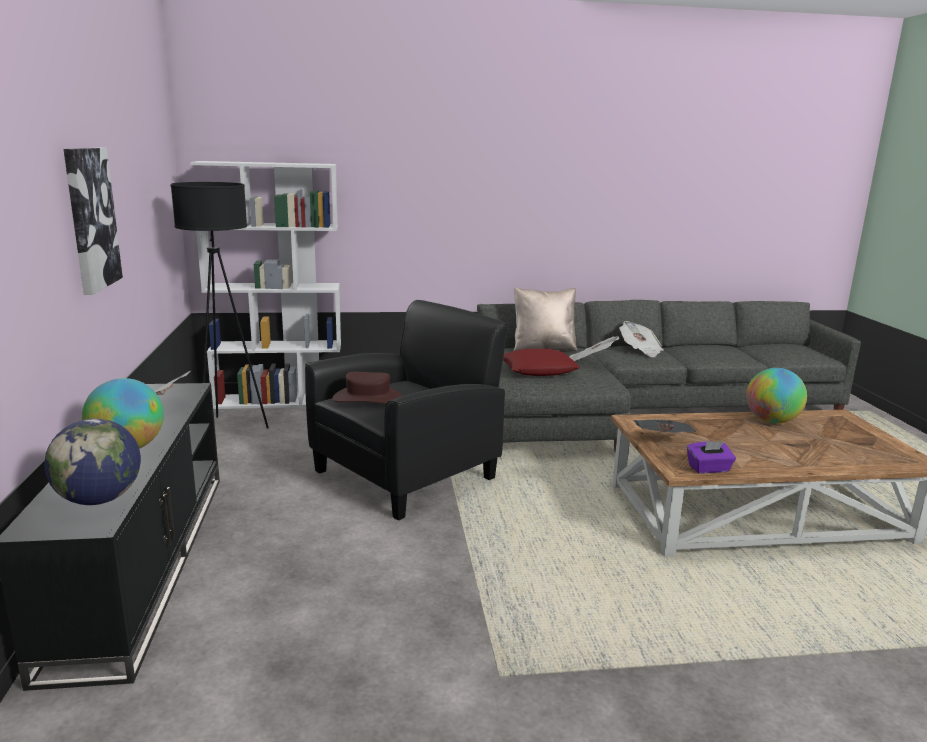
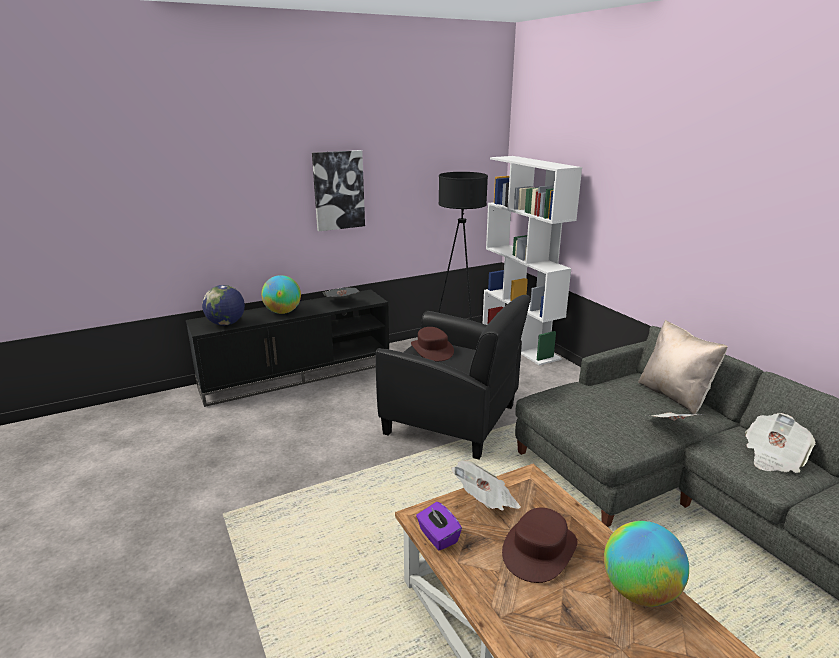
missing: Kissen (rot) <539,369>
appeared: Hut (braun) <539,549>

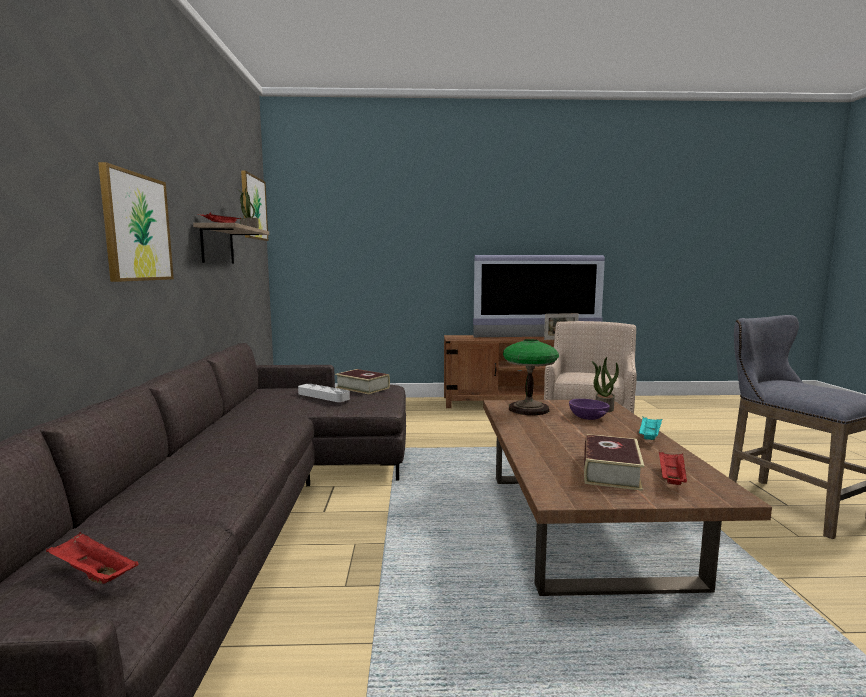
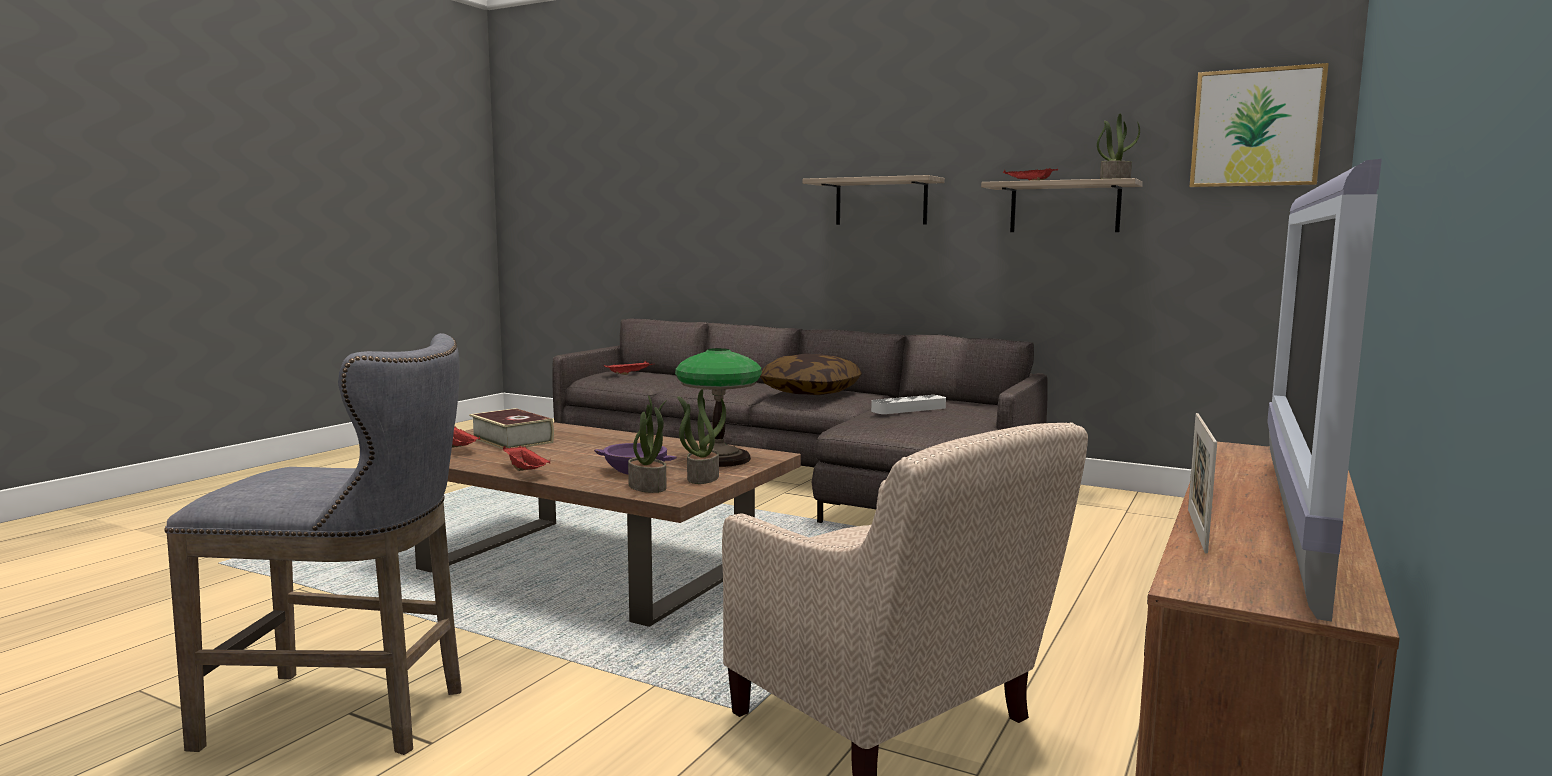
missing: Buch <362,388>
appeared: Kissen <811,392>; Topfpflanze <702,477>
exchanged: Bild <137,227> to Wandregal <881,202>
colour: Tablett (türkis) <649,436> to Tablett (rot) <526,471>

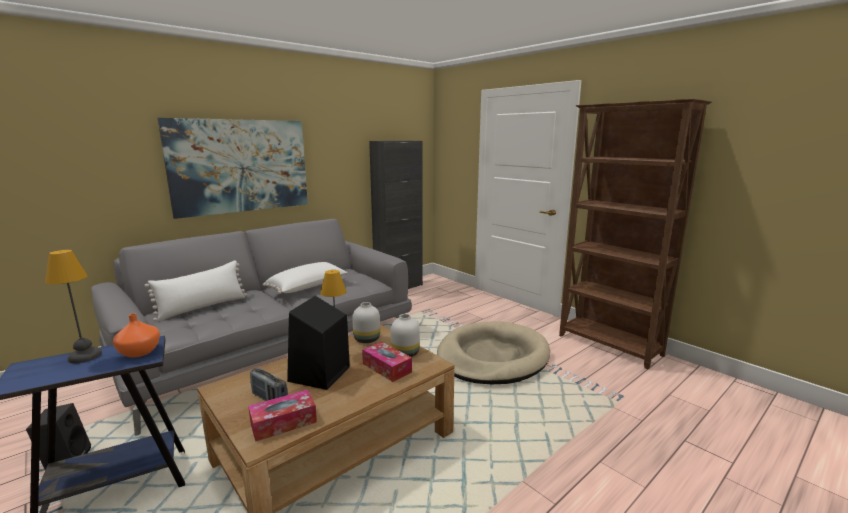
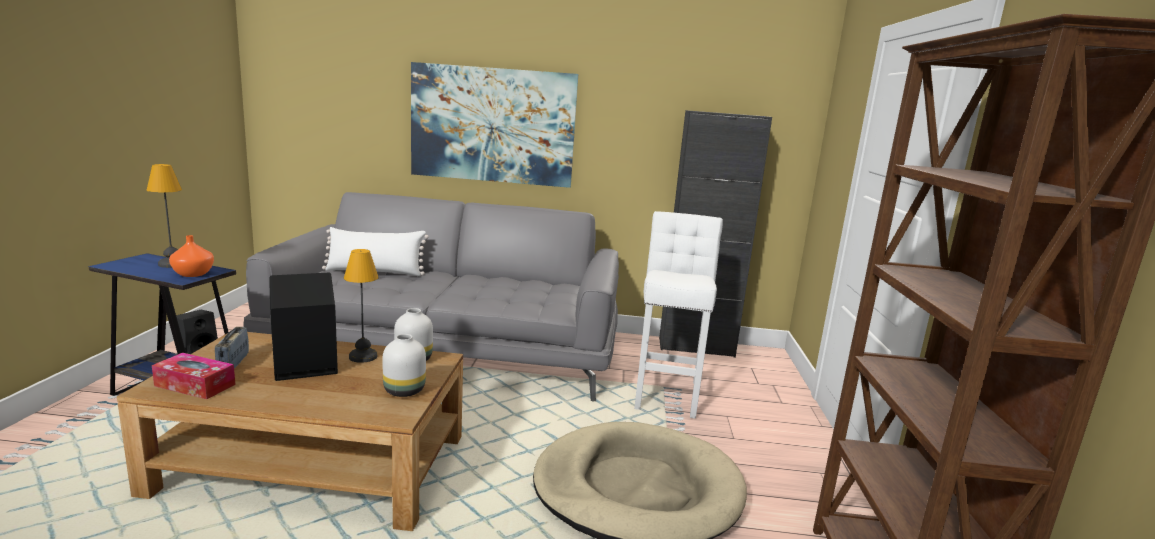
missing: Kissen (weiß) <308,288>; Taschentuchbox <386,368>
appeared: Hocker (weiß) <667,392>

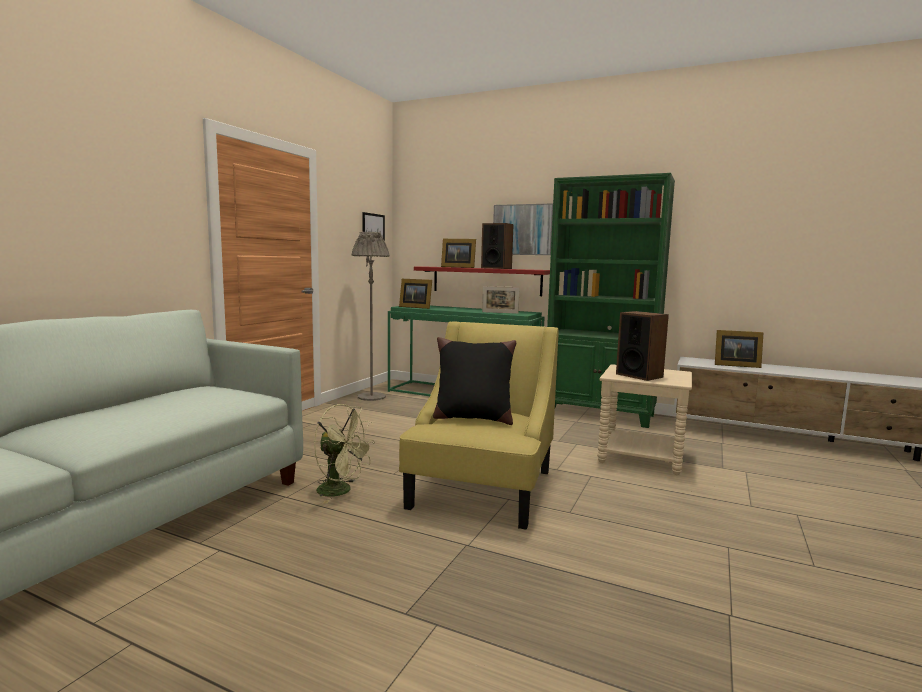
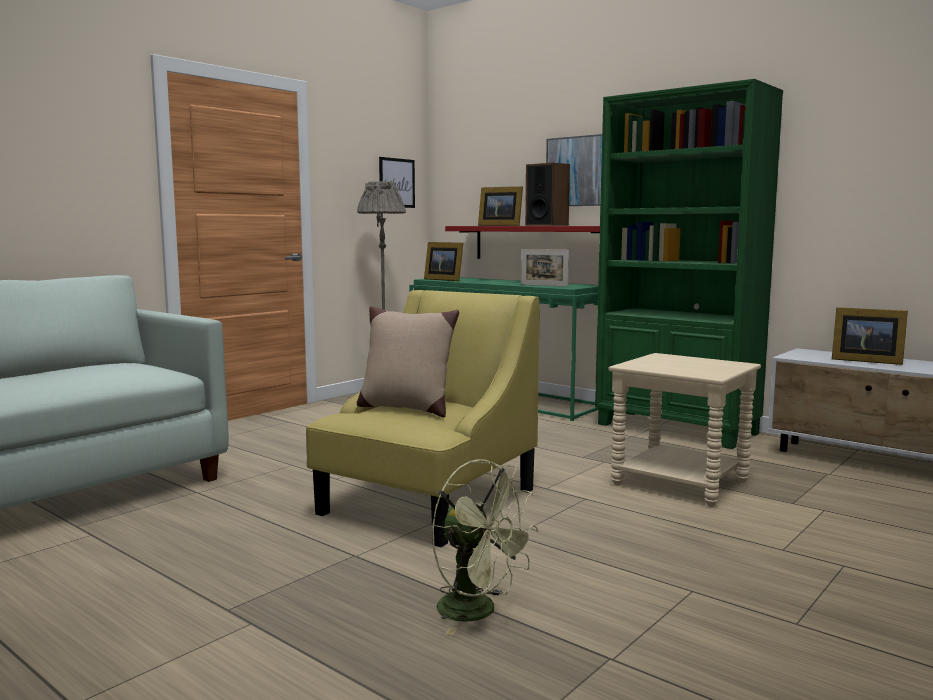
missing: Lautsprecher <639,375>
relocated: Ventilator (grün) <341,491> to <478,612>
colour: Kissen (schwarz) <472,418> to Kissen (beige) <405,408>

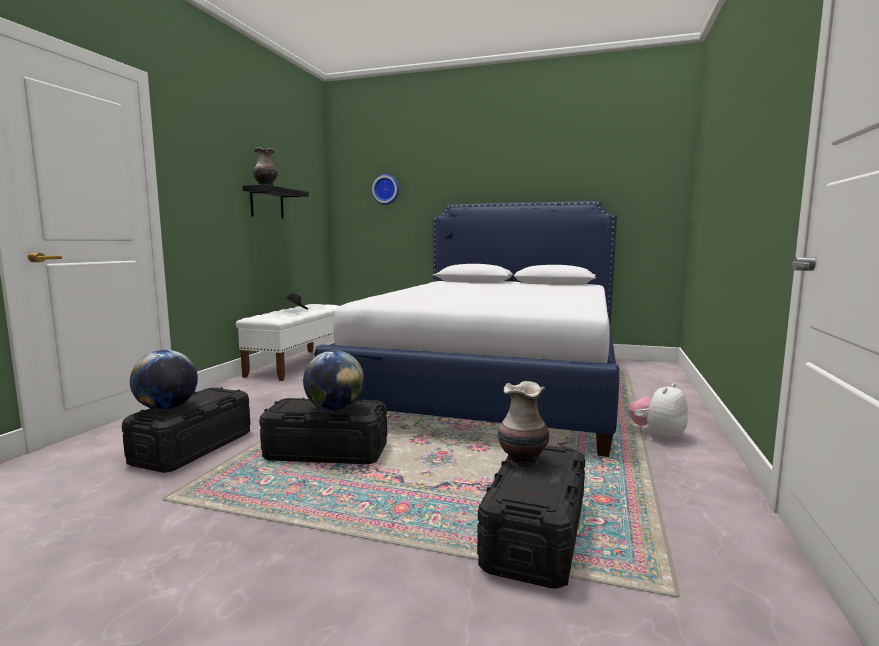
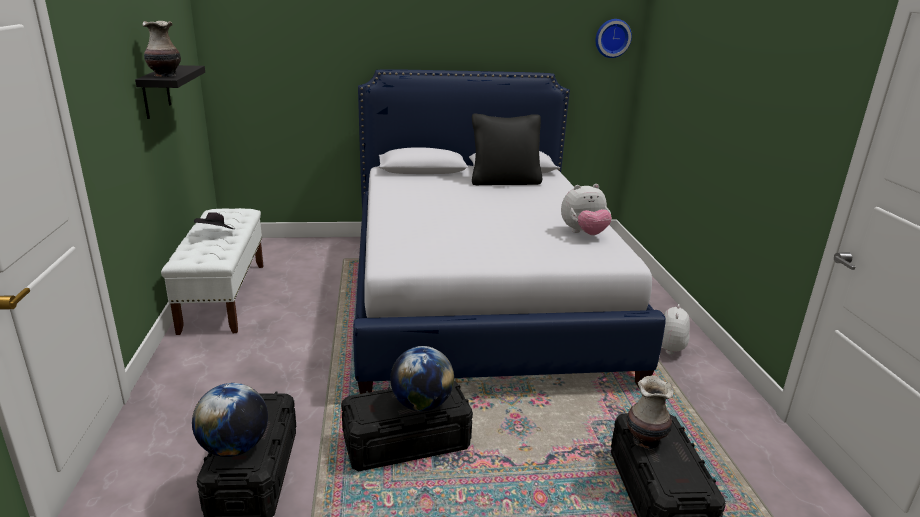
appeared: Kissen (schwarz) <505,182>; Plüschtier <584,233>
relocated: Wanduhr <386,189> to <612,38>

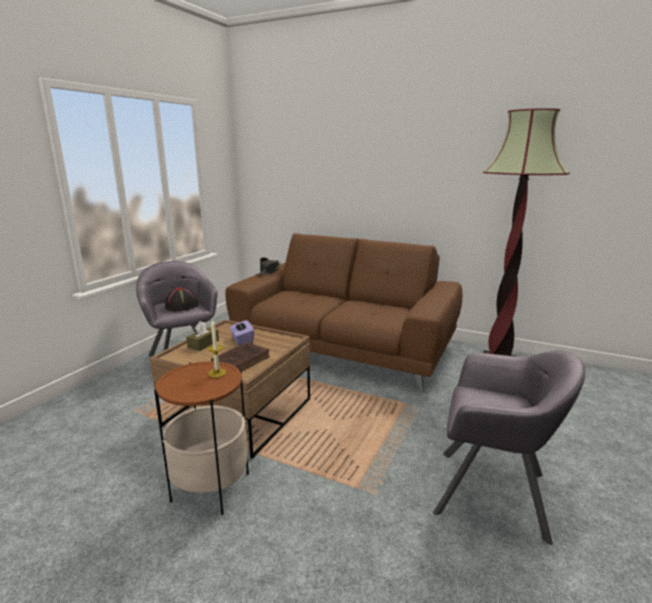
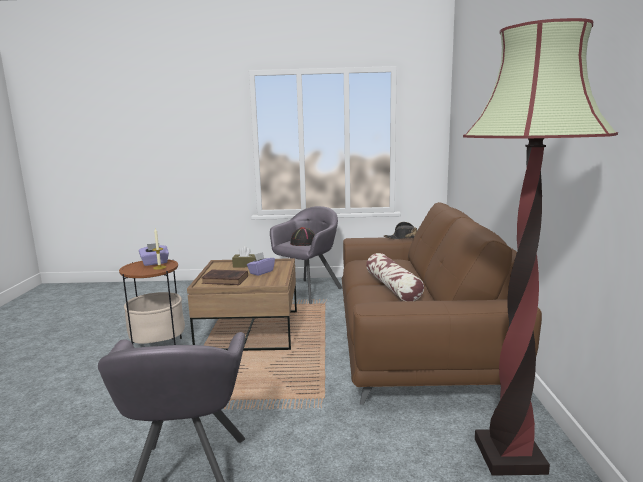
appeared: Taschentuchbox (lila) <155,263>; Kissen <392,287>

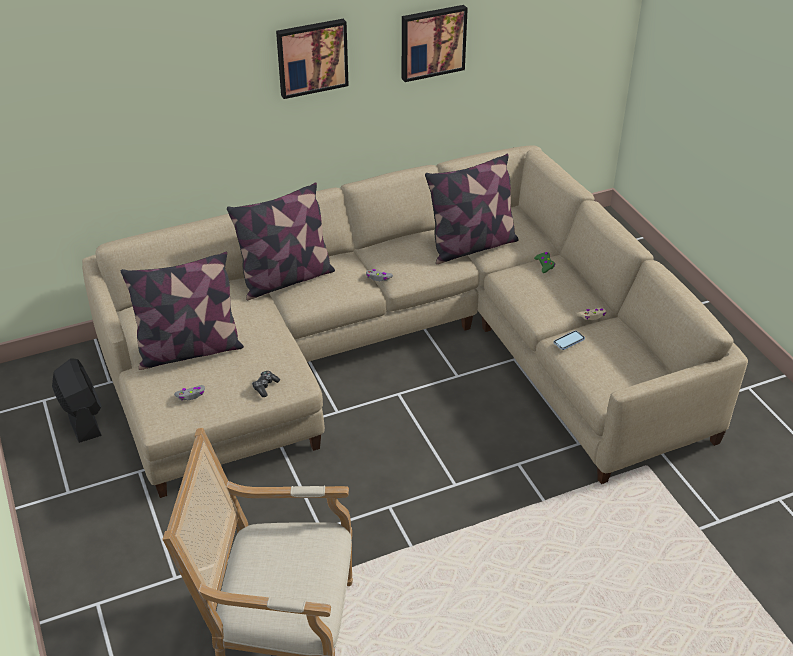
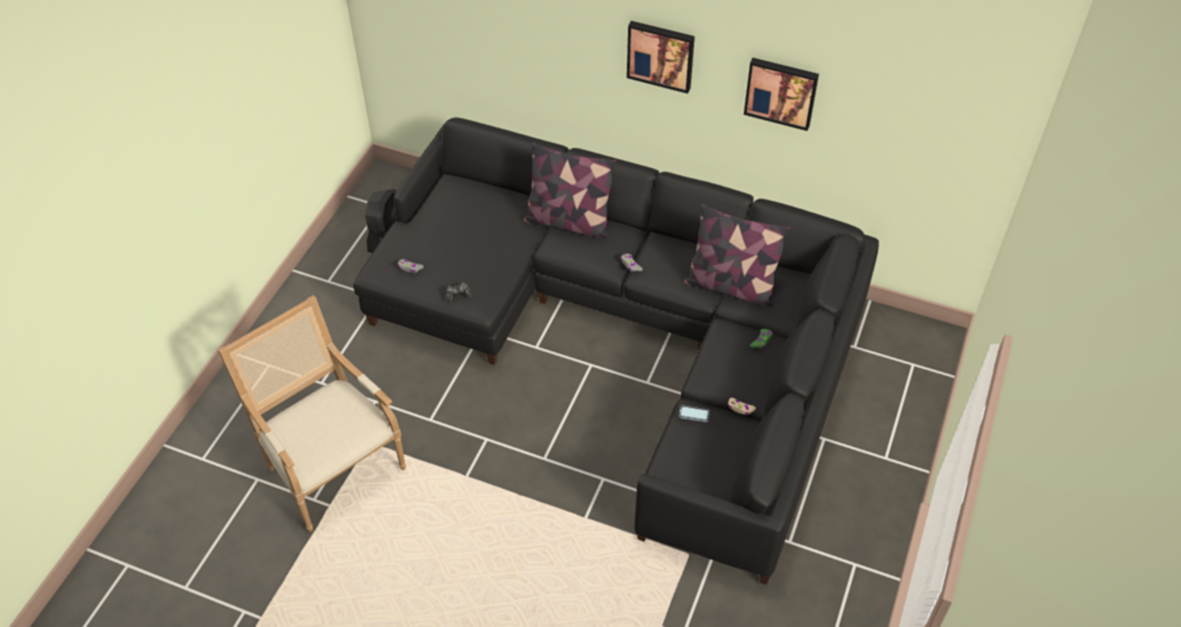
missing: Kissen <189,350>
colour: Sofa (beige) <402,353> to Sofa (schwarz) <631,336>

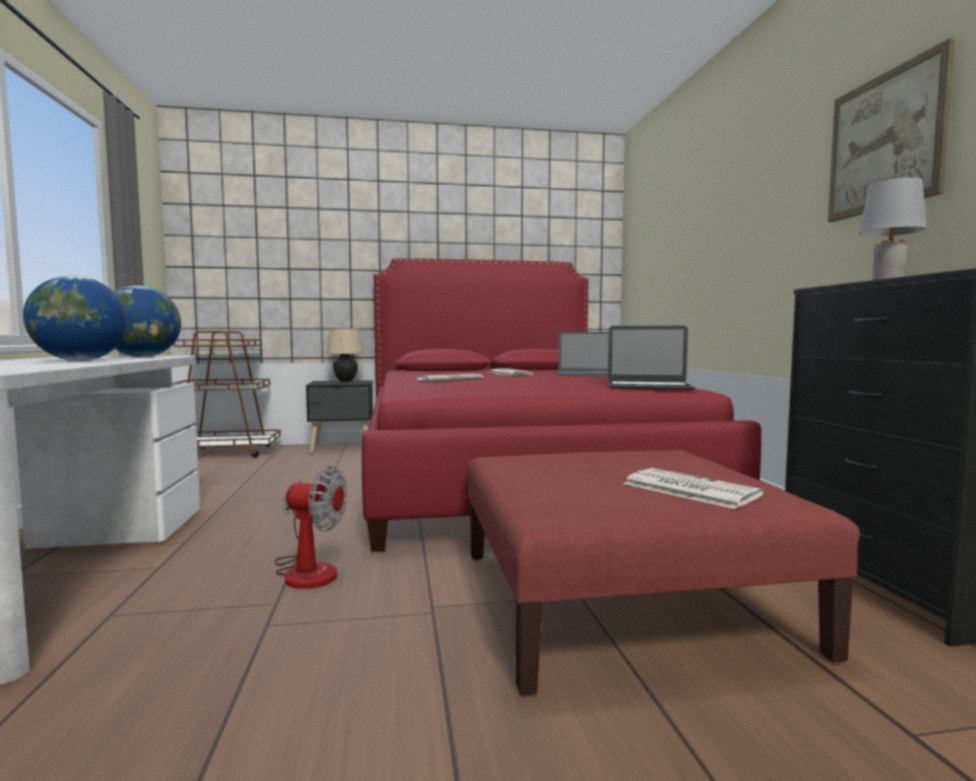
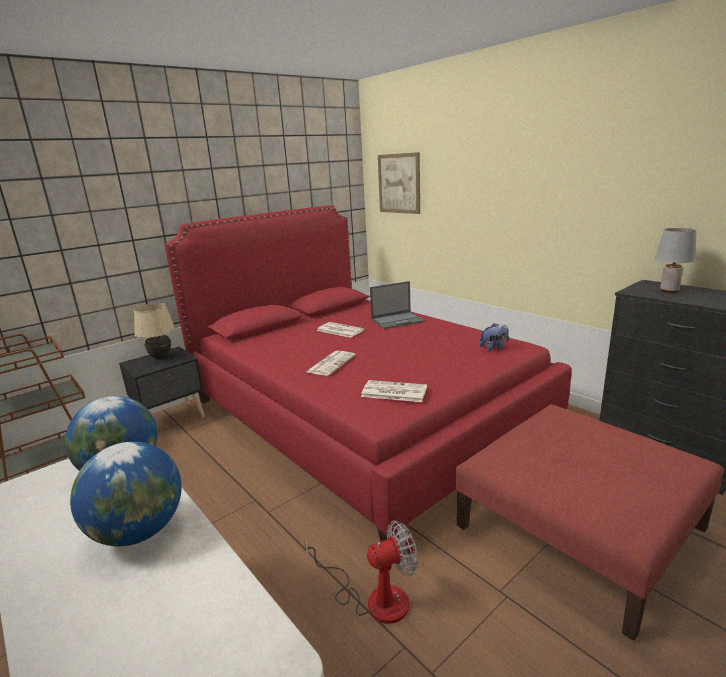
relocated: Bild <885,141> to <399,183>; Zeitung <688,489> to <393,392>
exchanged: Laptop <648,386> to Plüschtier <494,348>

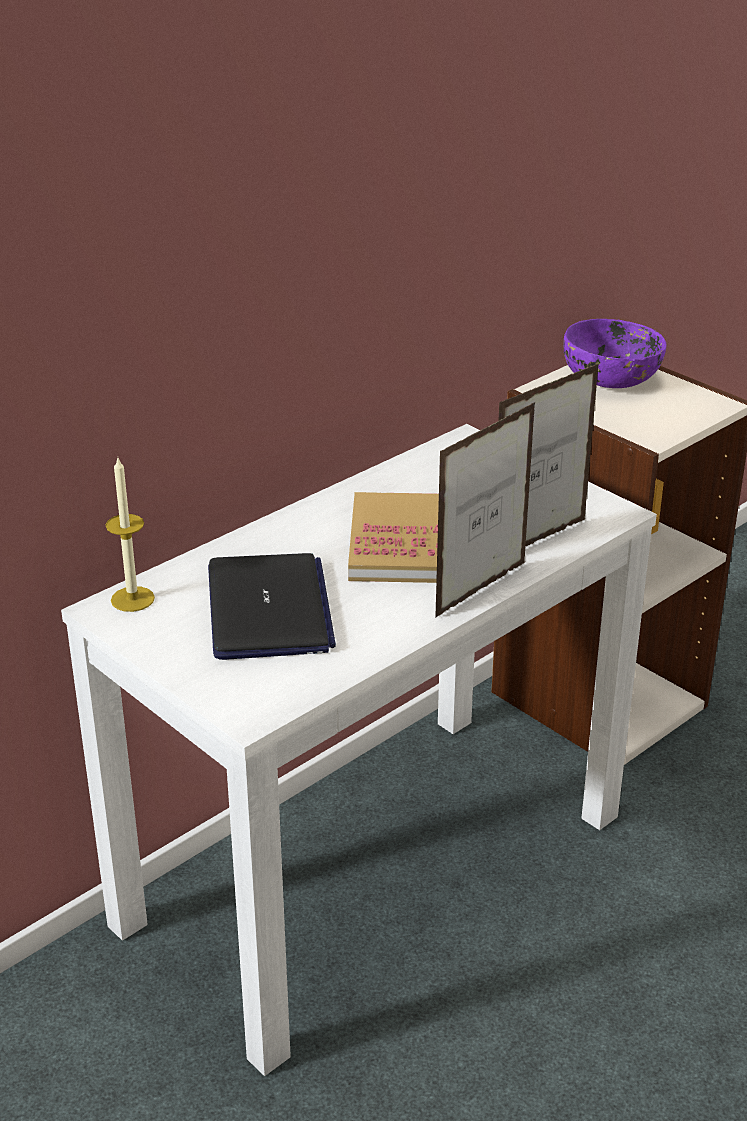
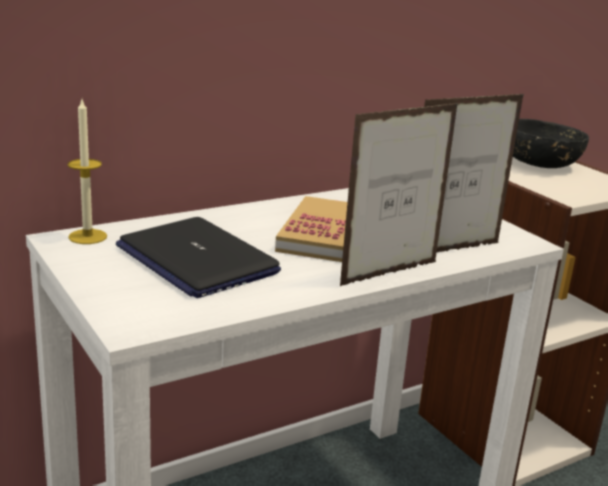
colour: Schüssel (lila) <612,378> to Schüssel (schwarz) <541,163>
spun: Laptop <269,610> = <196,259> 135 degrees clockwise

